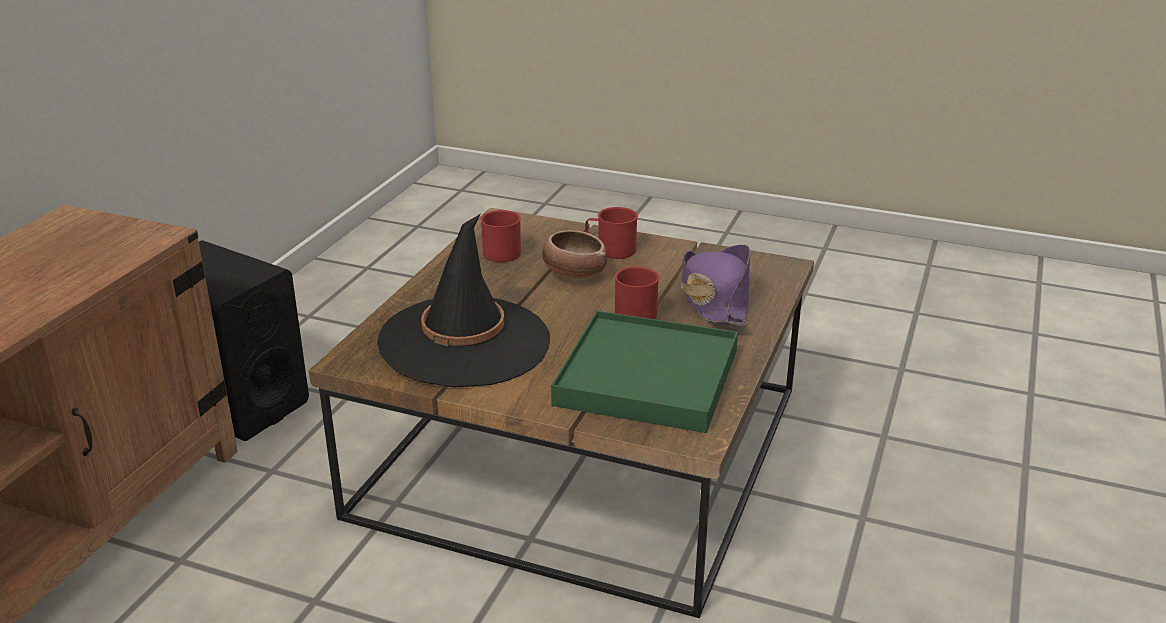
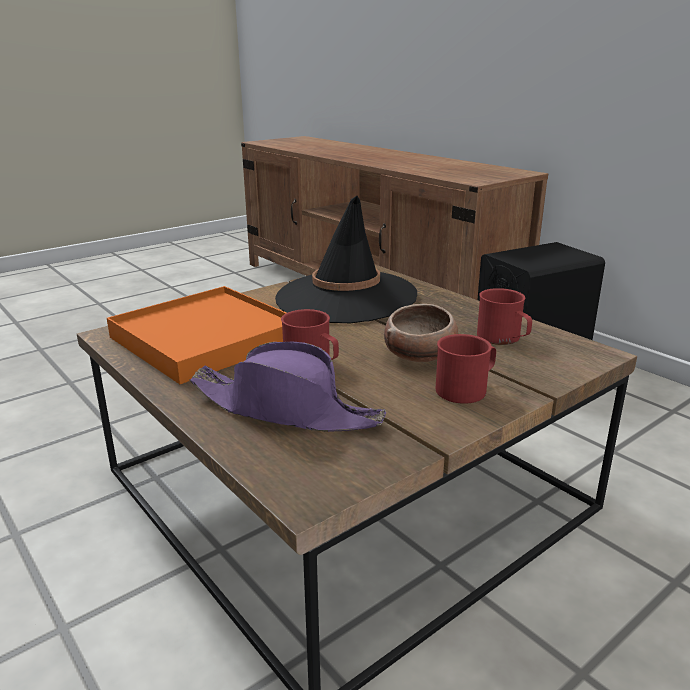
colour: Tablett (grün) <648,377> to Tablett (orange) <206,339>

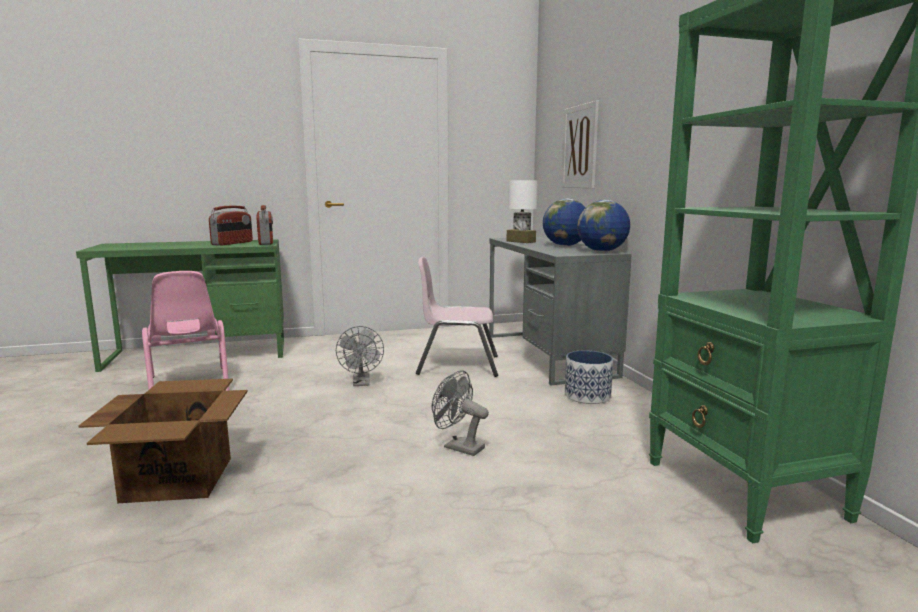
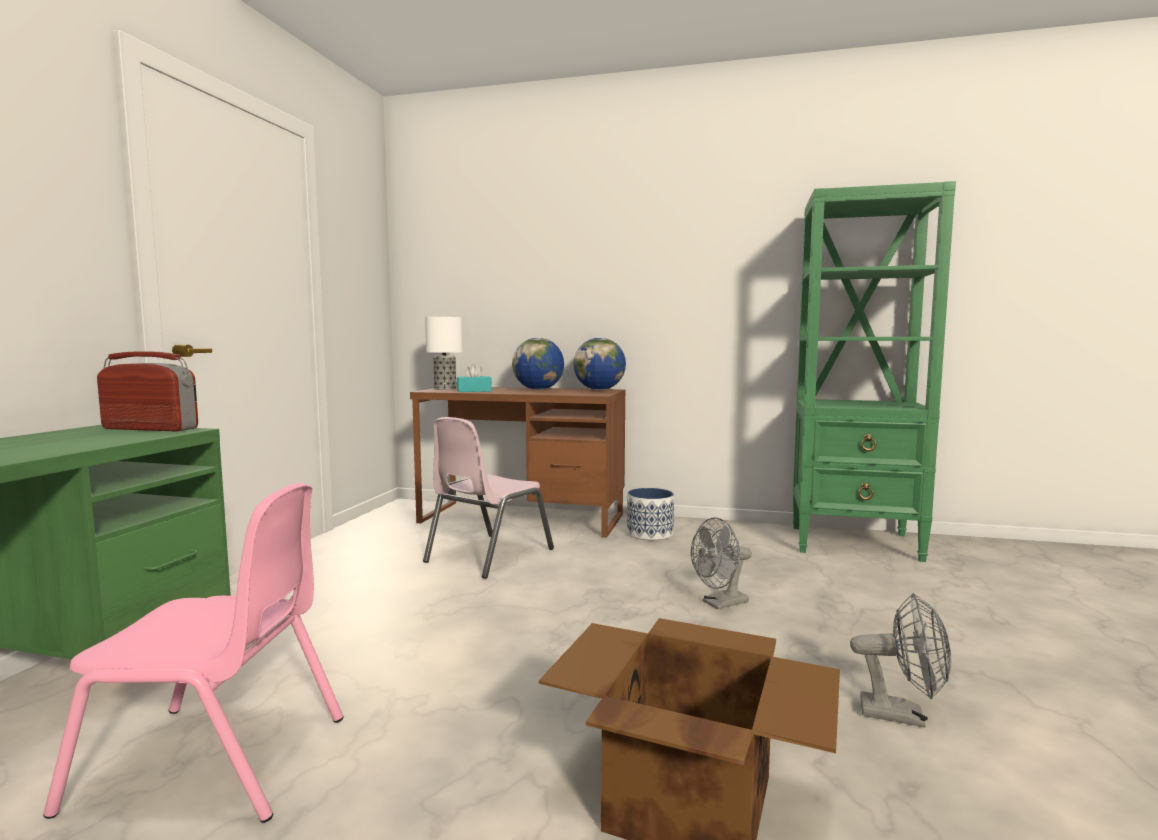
missing: Bild <580,147>; Radio <232,243>
relocated: Ventilator (grau) <361,383> to <902,715>
colour: Taschentuchbox (braun) <521,241> to Taschentuchbox (türkis) <474,391>; Schreibtisch (grau) <547,355> to Schreibtisch (braun) <522,518>

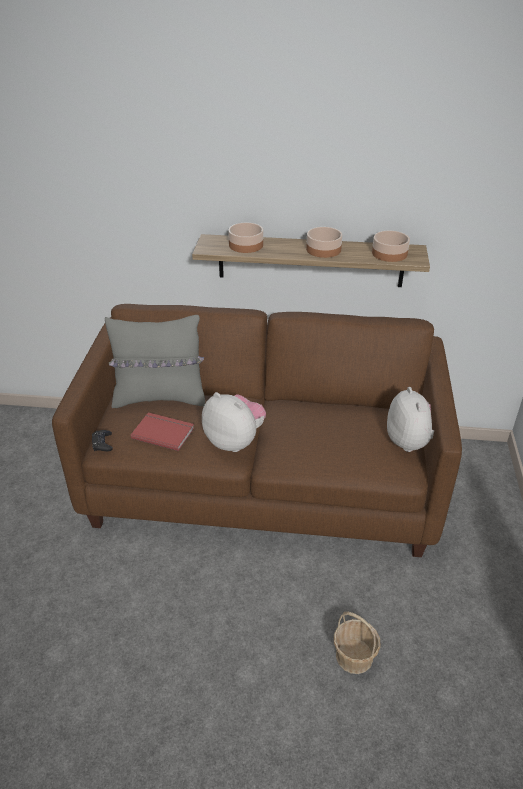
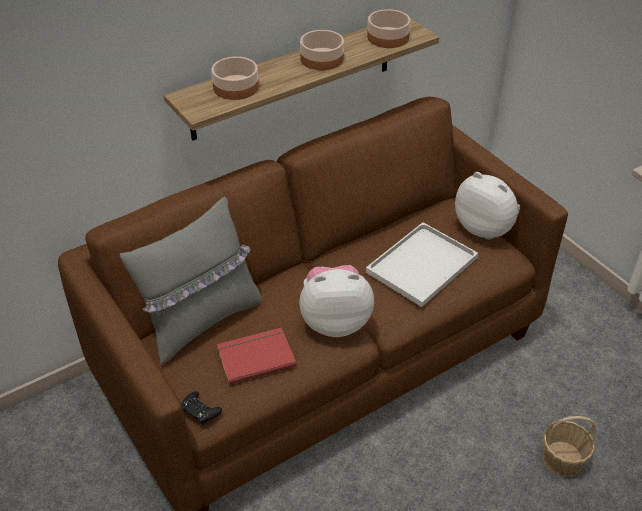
appeared: Tablett (weiß) <422,263>

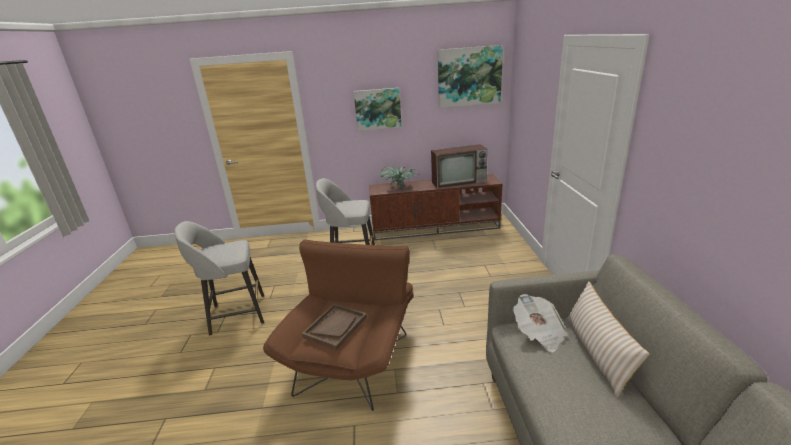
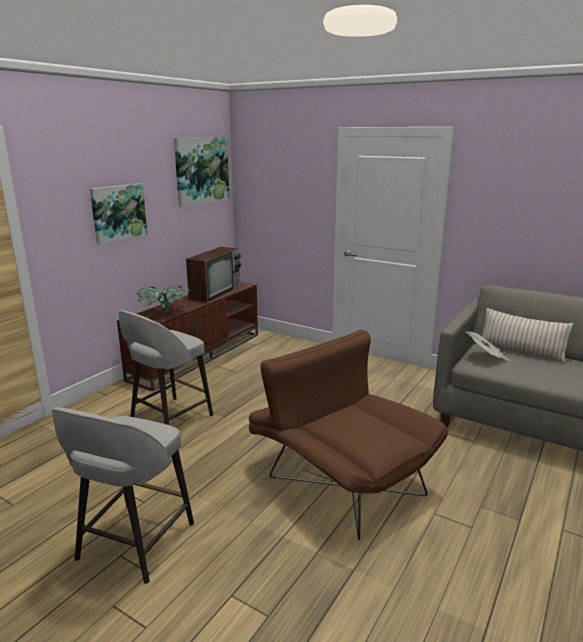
missing: Tablett (braun) <335,327>

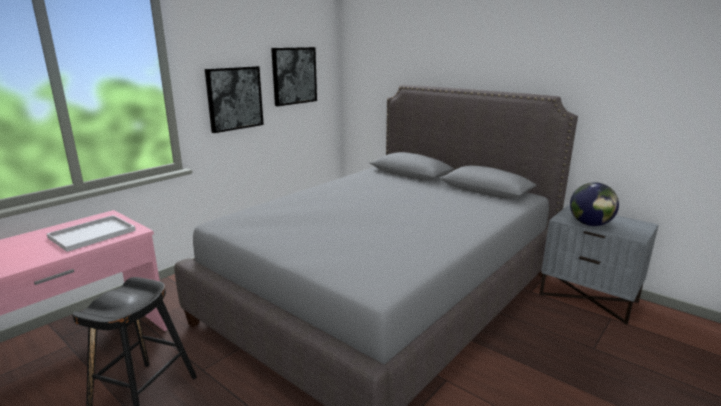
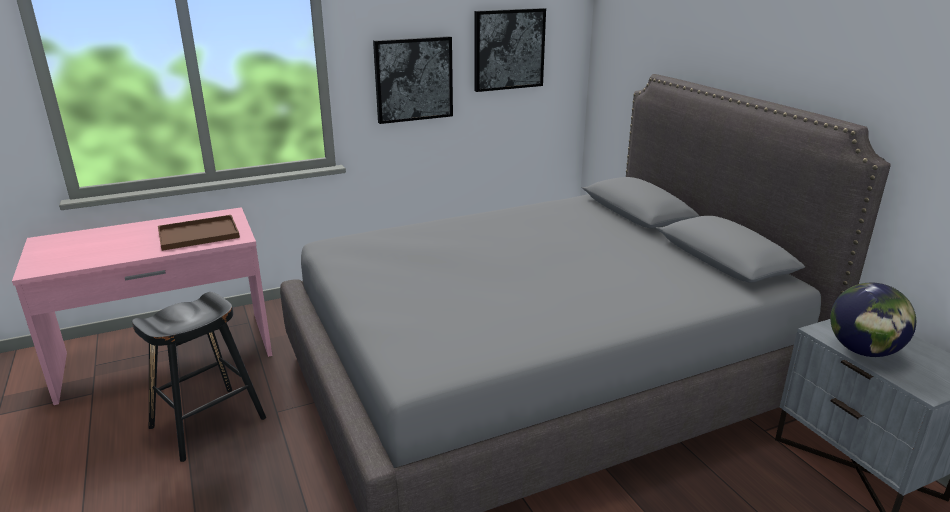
colour: Tablett (weiß) <91,234> to Tablett (braun) <197,234>

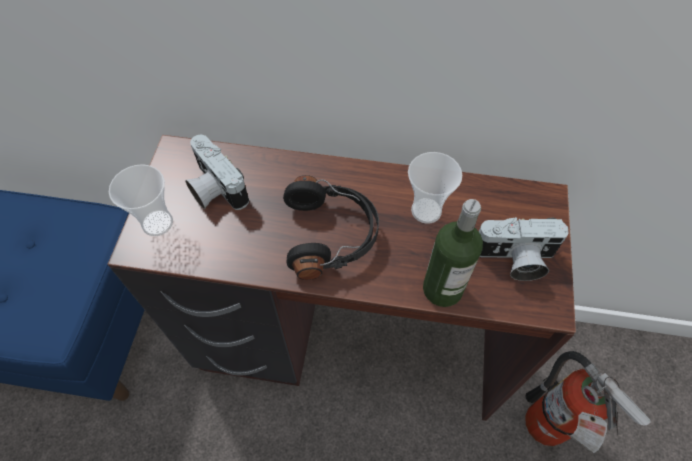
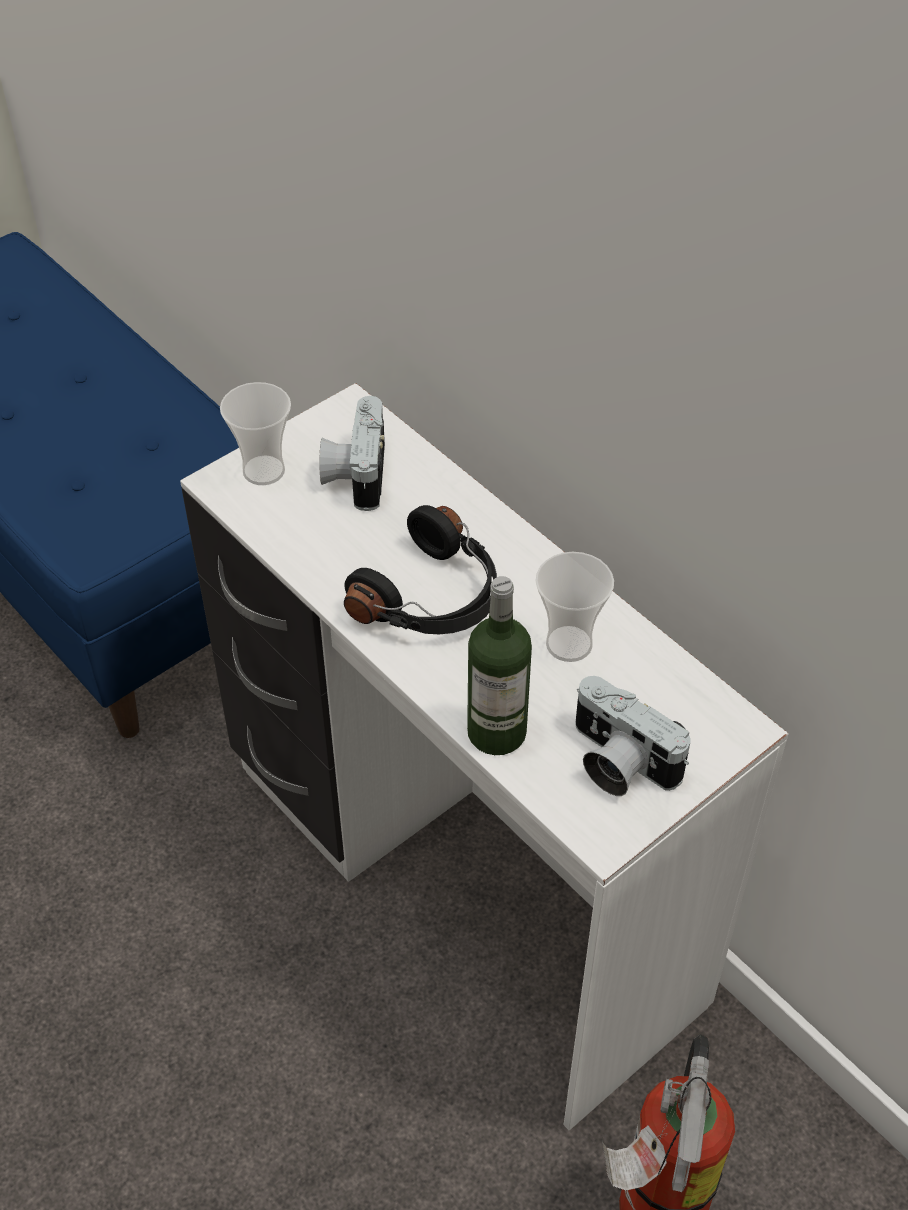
colour: Schreibtisch (braun) <347,348> to Schreibtisch (weiß) <458,885>

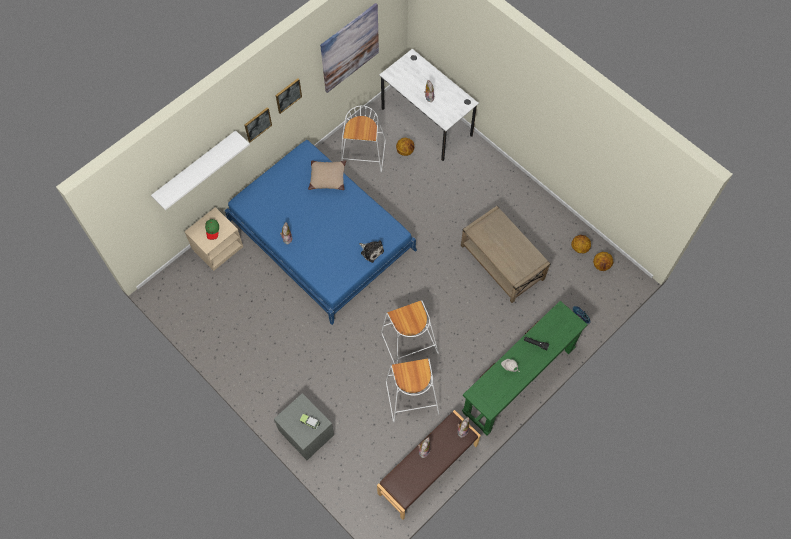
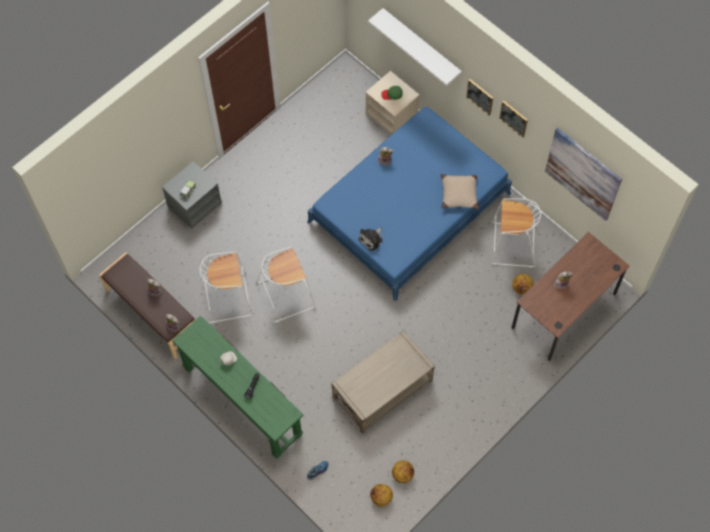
colour: Schreibtisch (weiß) <426,122> to Schreibtisch (braun) <564,310>

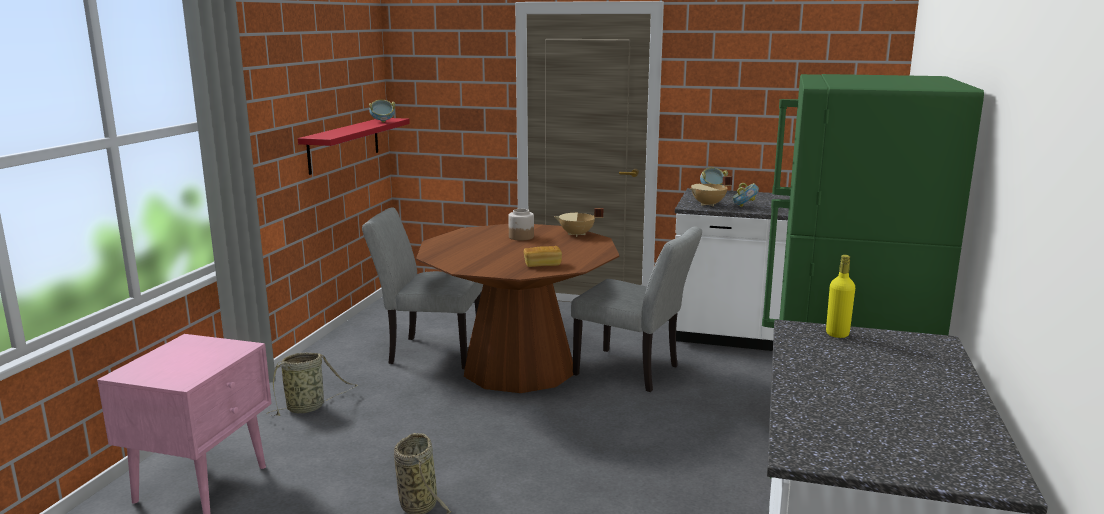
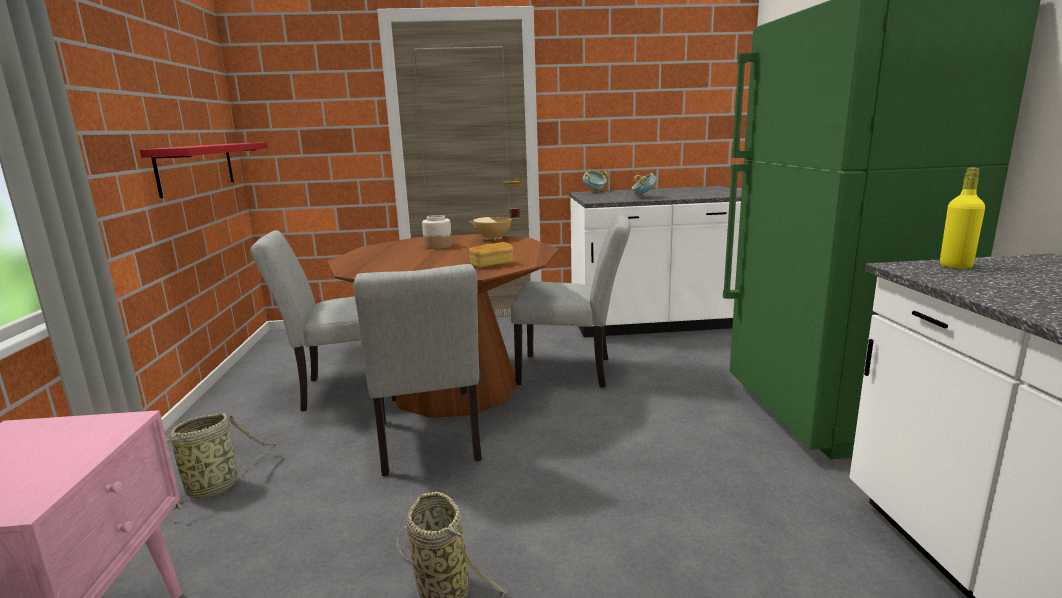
missing: Schüssel <382,122>; Kochtopf (beige) <709,204>
appeared: Stuhl (grau) <428,446>

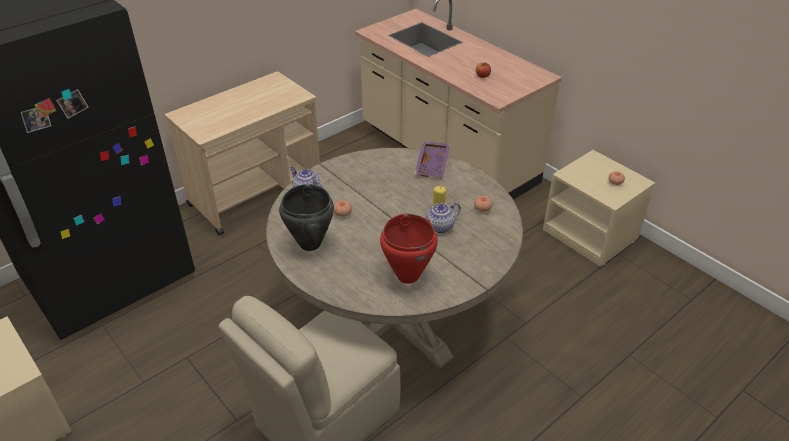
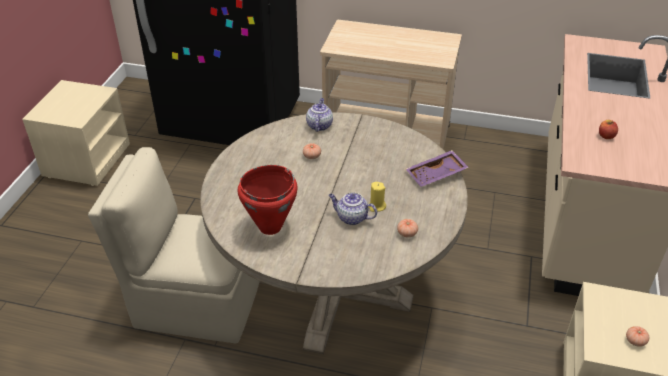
missing: Kochtopf (schwarz) <309,244>

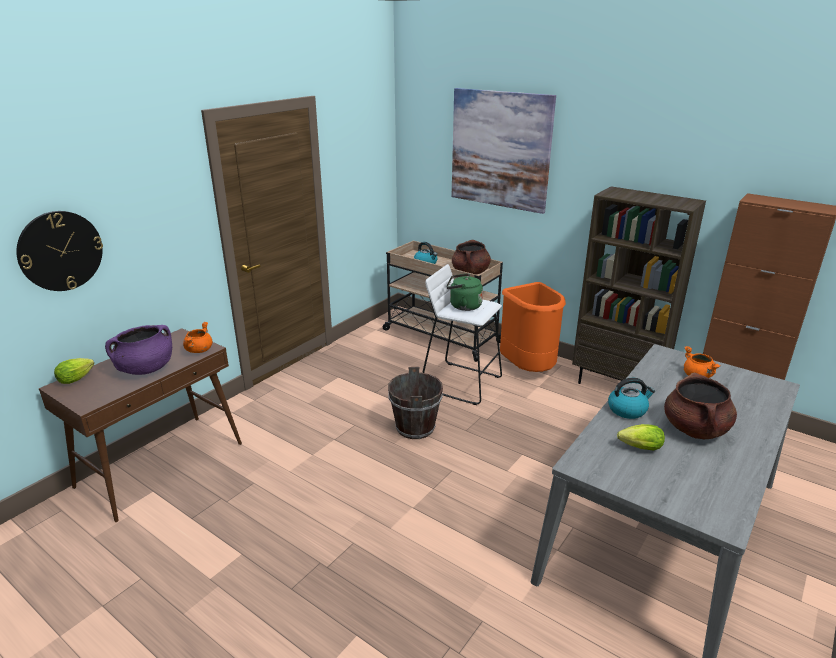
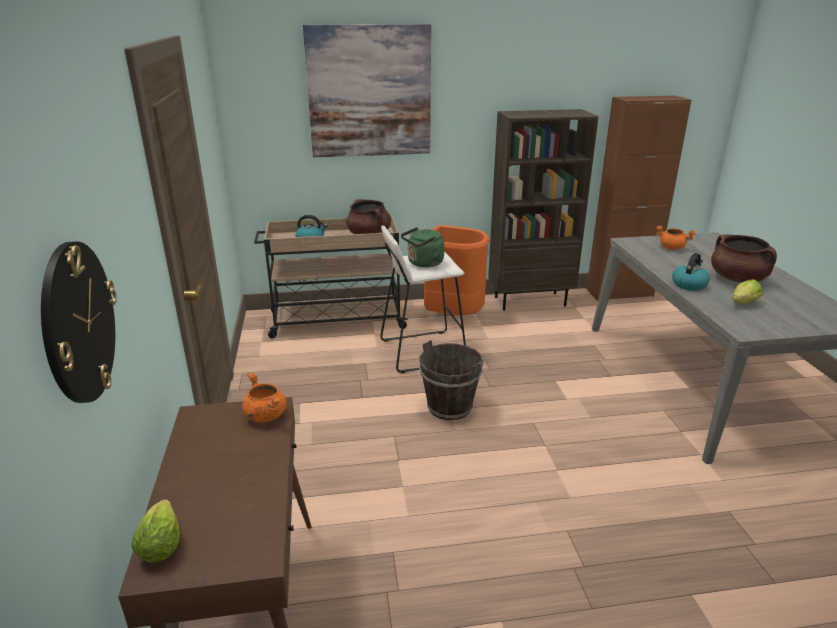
missing: Kochtopf (lila) <145,369>

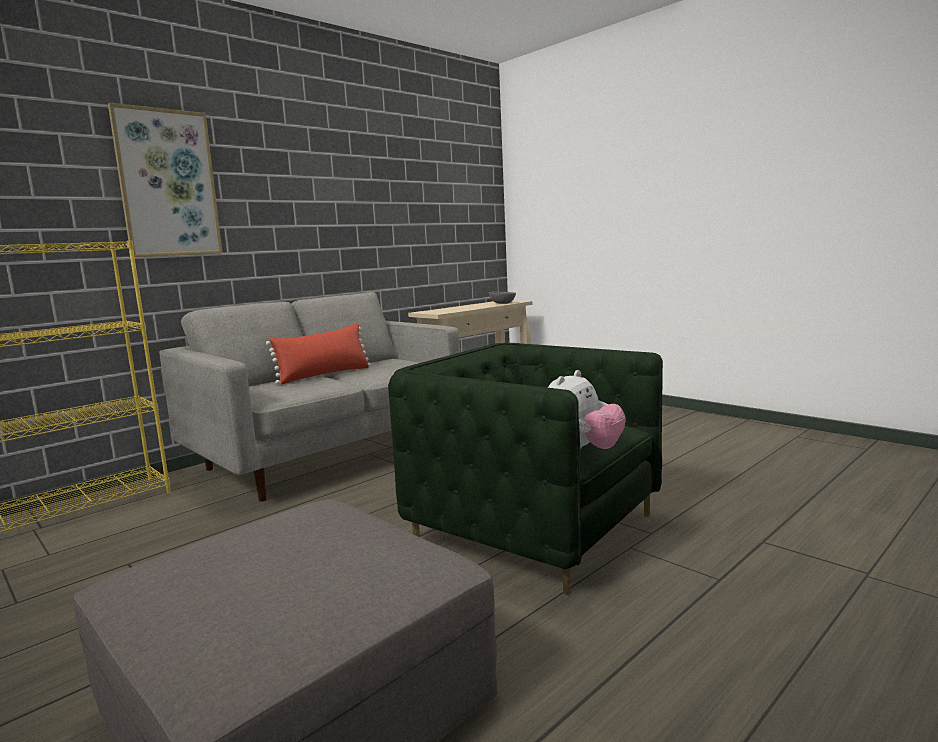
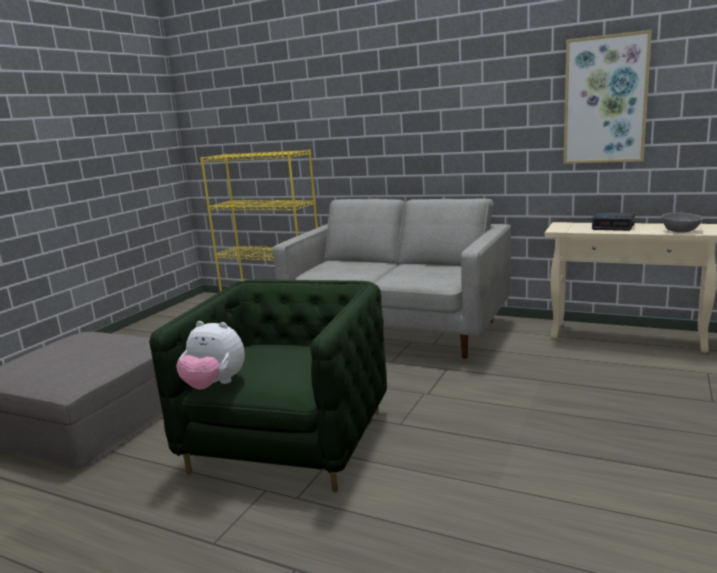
missing: Kissen (rot) <324,375>
appeared: Wecker <613,226>
relocated: Bild <168,184> to <605,100>

